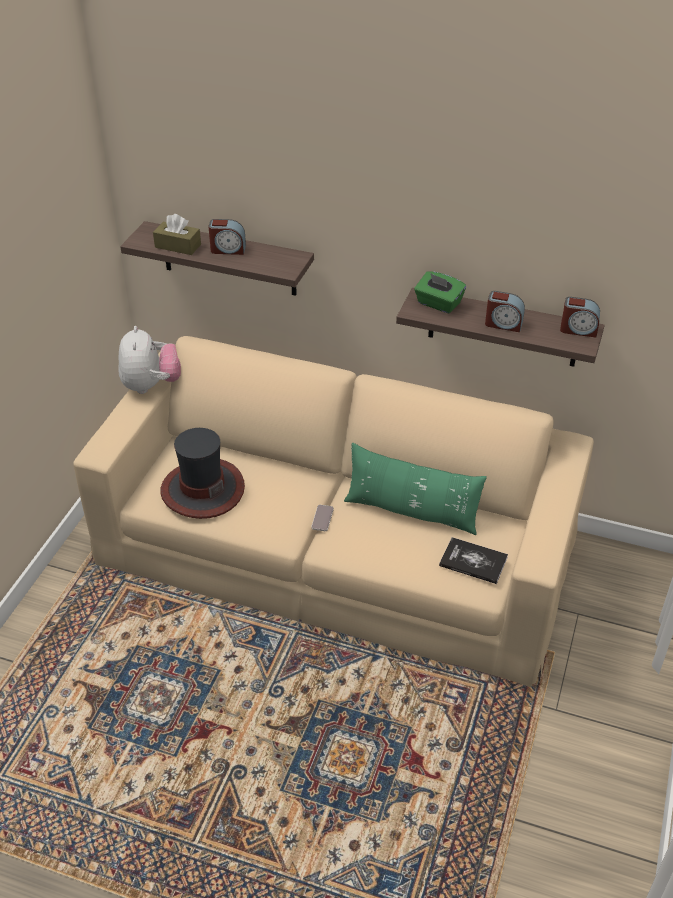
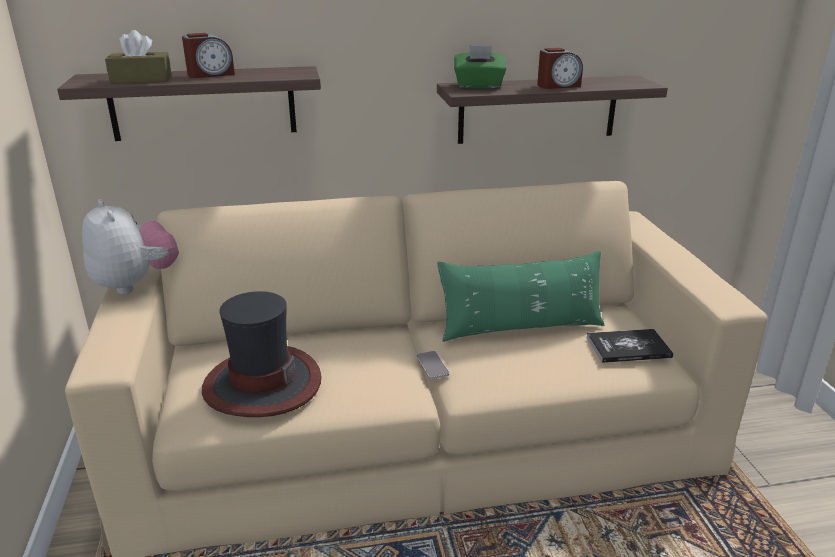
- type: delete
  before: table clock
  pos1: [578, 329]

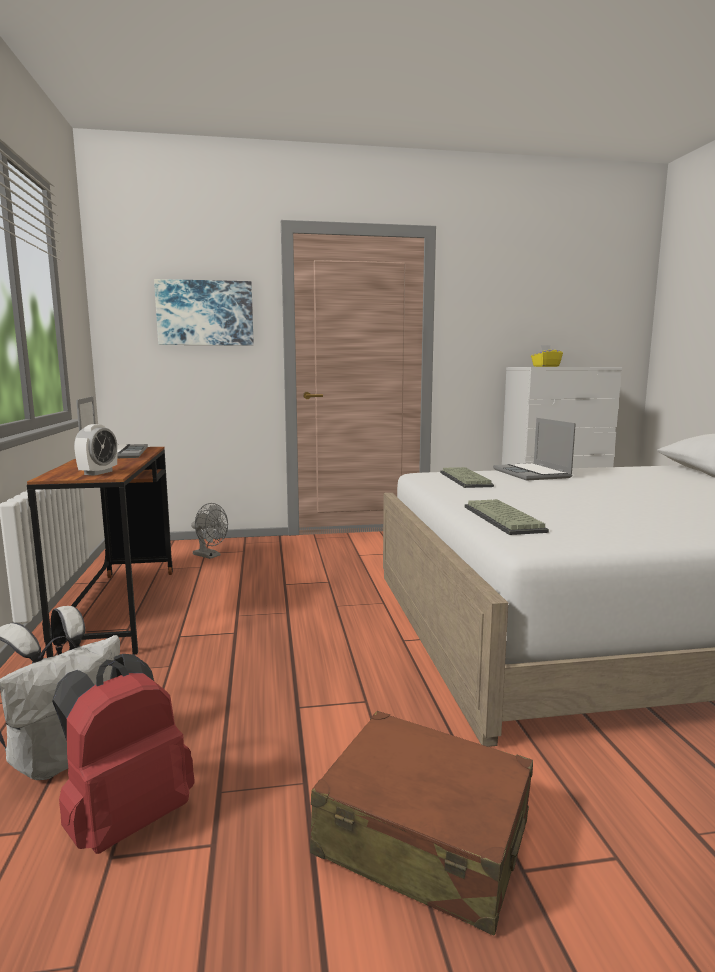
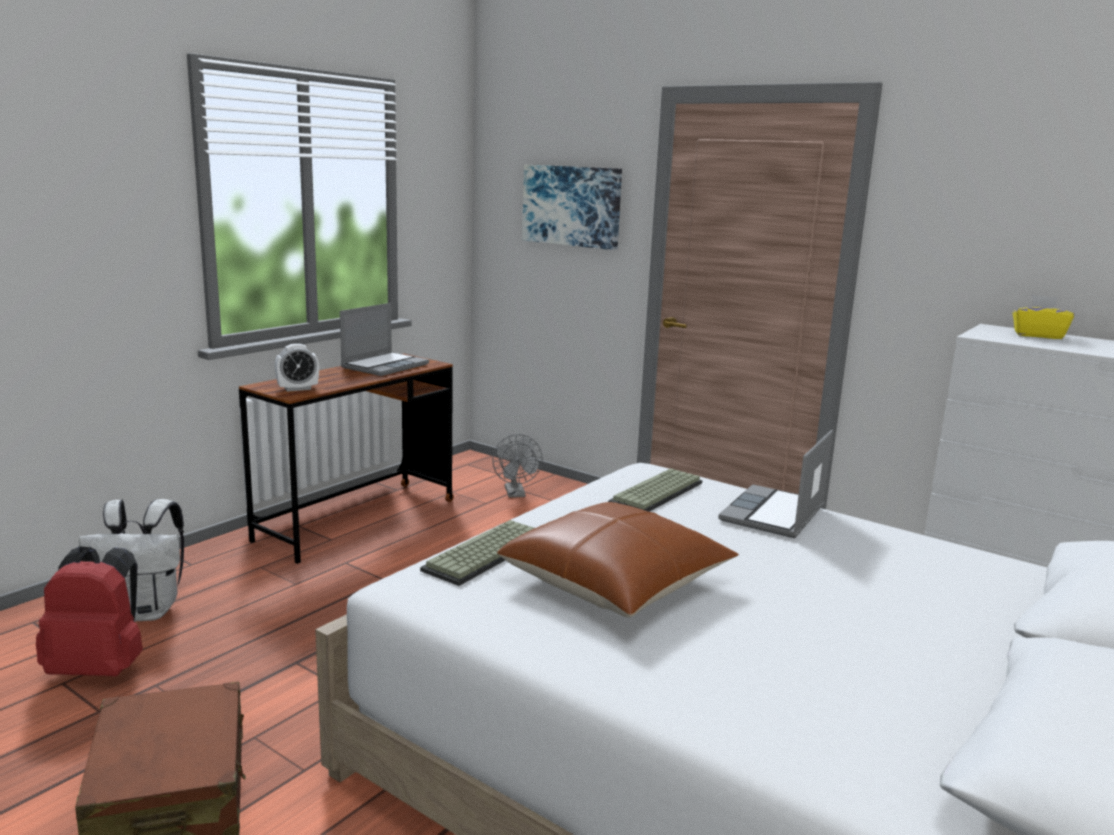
- type: insert
  after: brown pillow
  pos2: [616, 582]

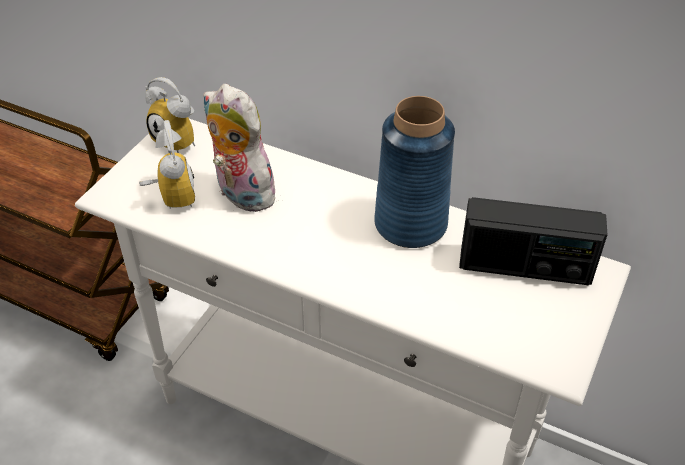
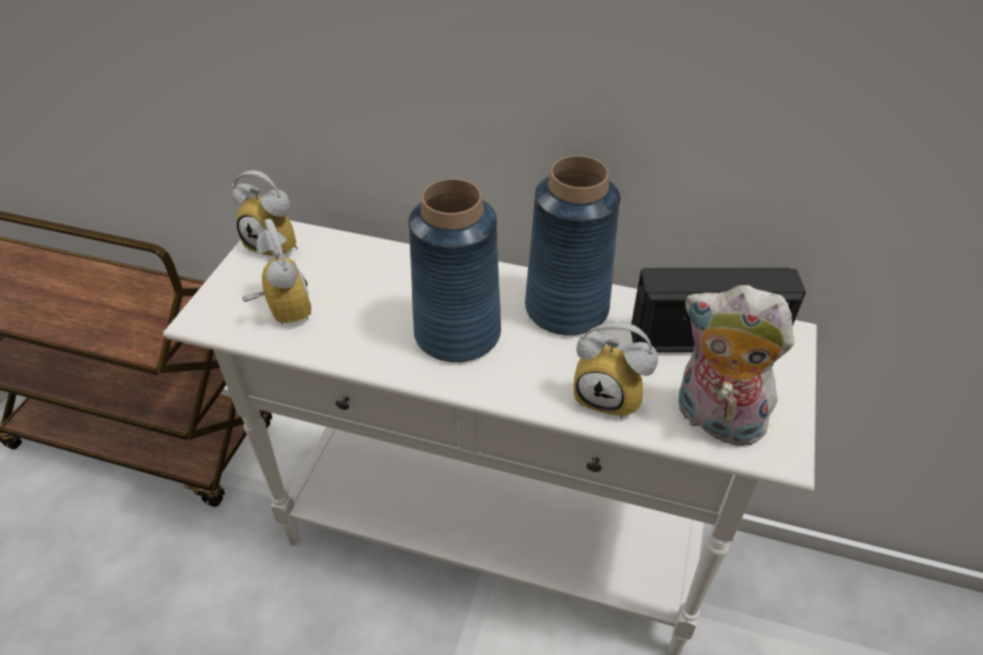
- type: insert
  after: blue flower vase
  pos2: [458, 333]
- type: insert
  after: table clock
  pos2: [611, 395]
- type: move
  before: soft toy
  pos1: [241, 194]
  pos2: [714, 420]

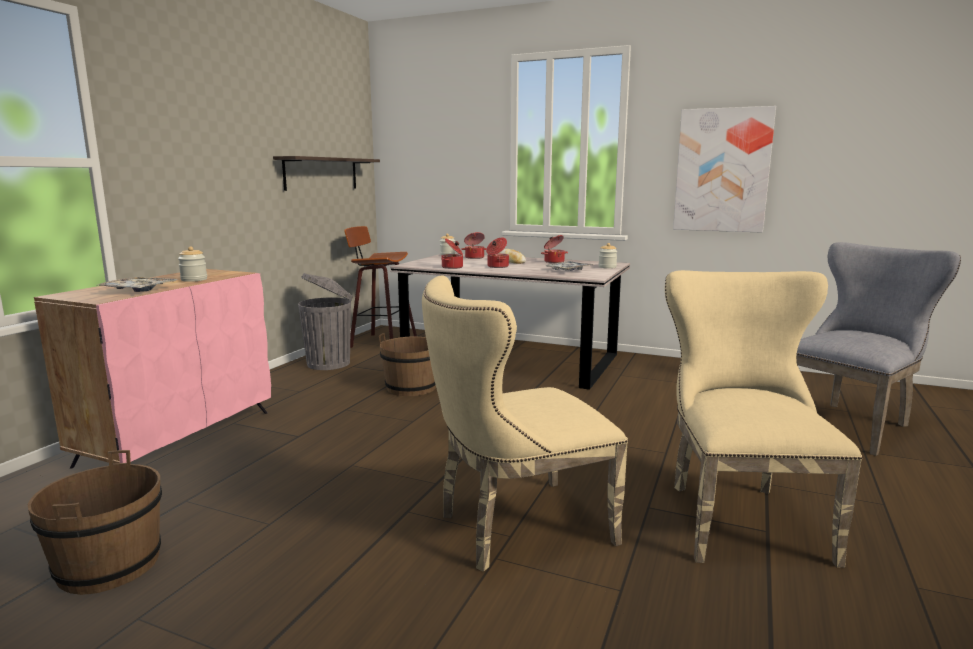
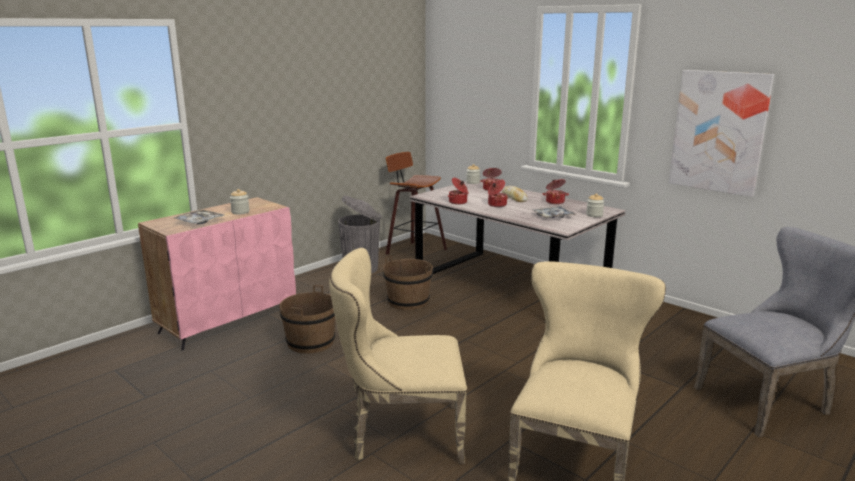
- type: move
  before: brown bucket
  pos1: [109, 565]
  pos2: [310, 342]
- type: delete
  before: bracket shelf
  pos1: [321, 173]

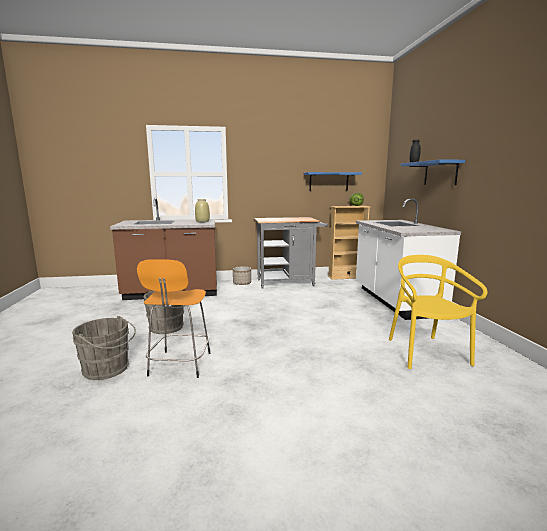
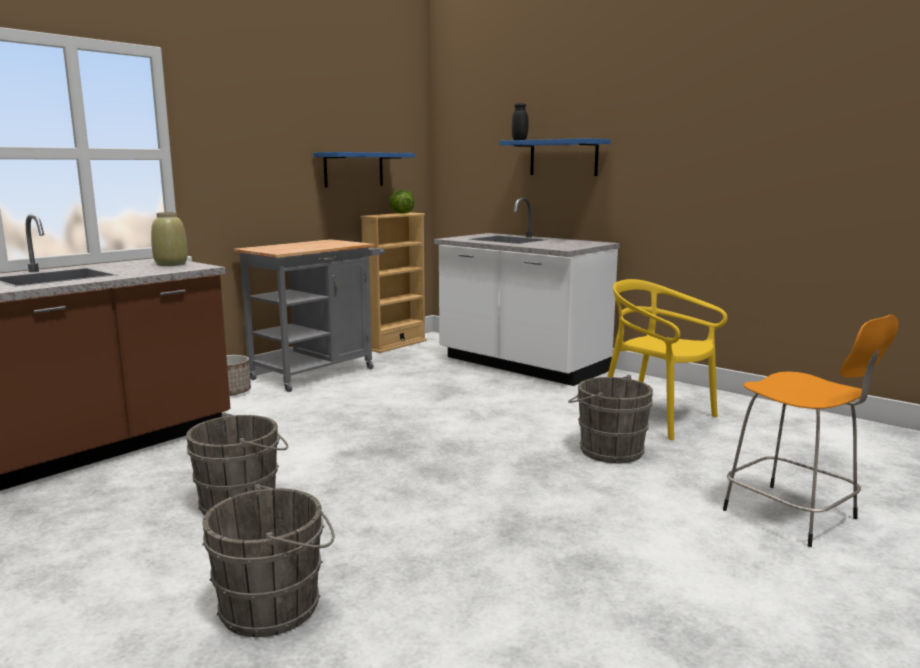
- type: insert
  after: greyish bucket
  pos2: [607, 450]
- type: move
  before: orangey stool
  pos1: [179, 365]
  pos2: [793, 516]

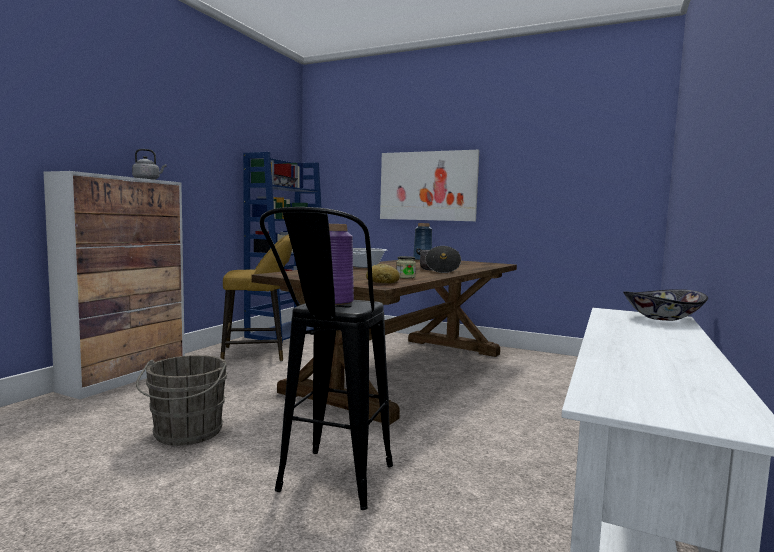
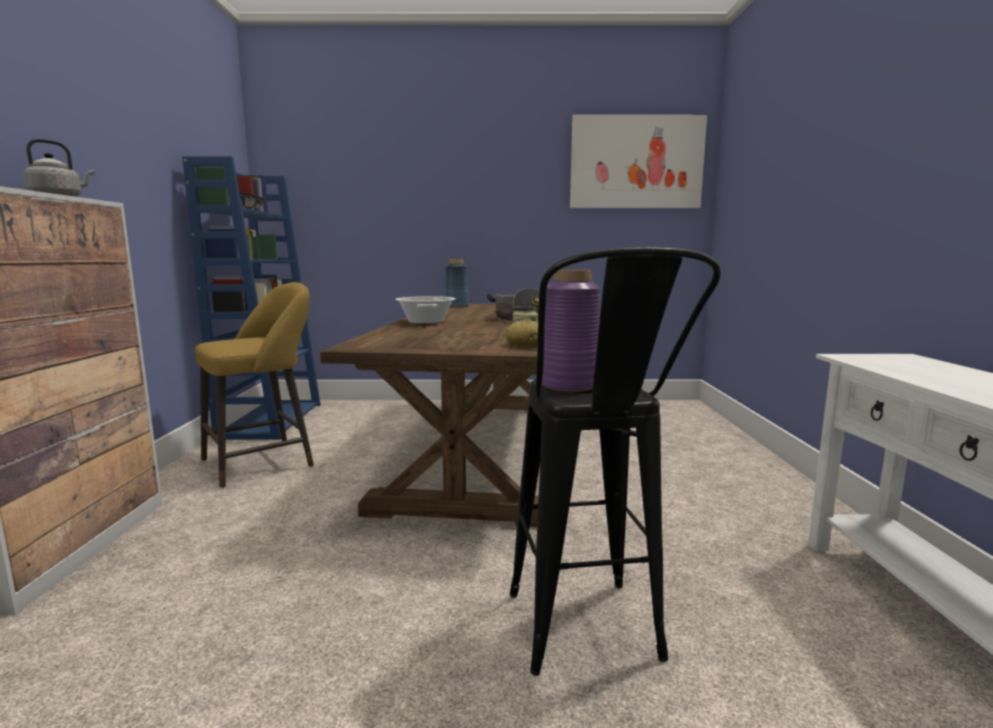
- type: move
  before: wall picture
  pos1: [428, 186]
  pos2: [636, 162]
- type: delete
  before: greyish bucket
  pos1: [186, 433]
- type: delete
  before: deep dish
  pos1: [663, 318]

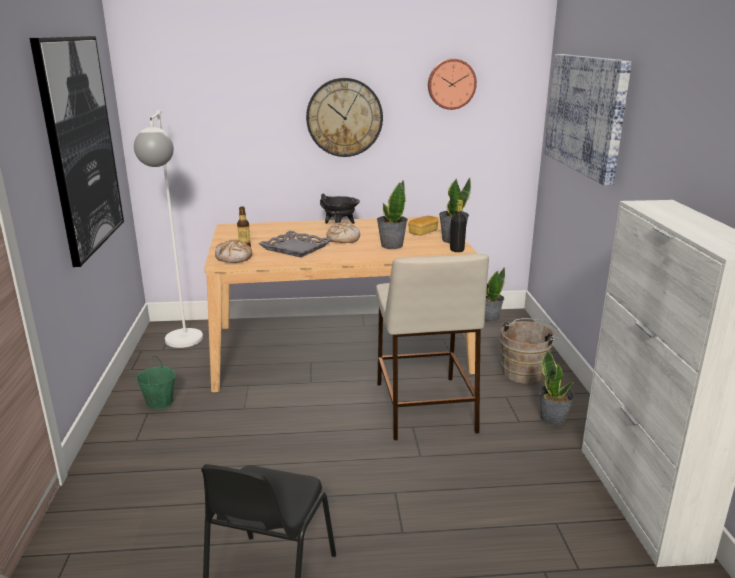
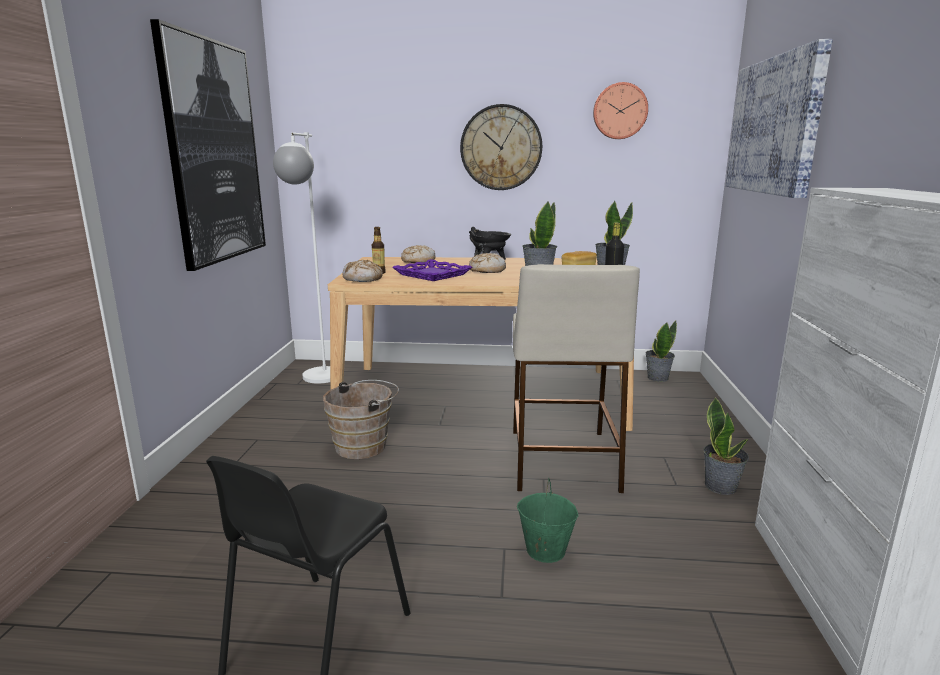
- type: move
  before: brown bucket
  pos1: [525, 372]
  pos2: [365, 446]
- type: recolor
  before: greyish serving tray
  after: purple-coloured serving tray
  pos1: [295, 248]
  pos2: [432, 275]
- type: insert
  after: bakery bread
  pos2: [418, 261]
- type: move
  before: green-coloured bucket
  pos1: [159, 402]
  pos2: [545, 550]

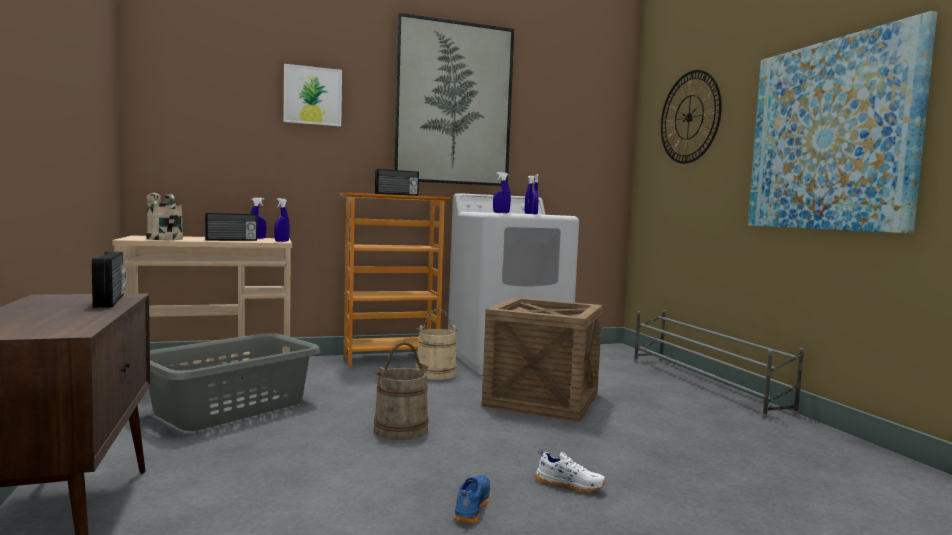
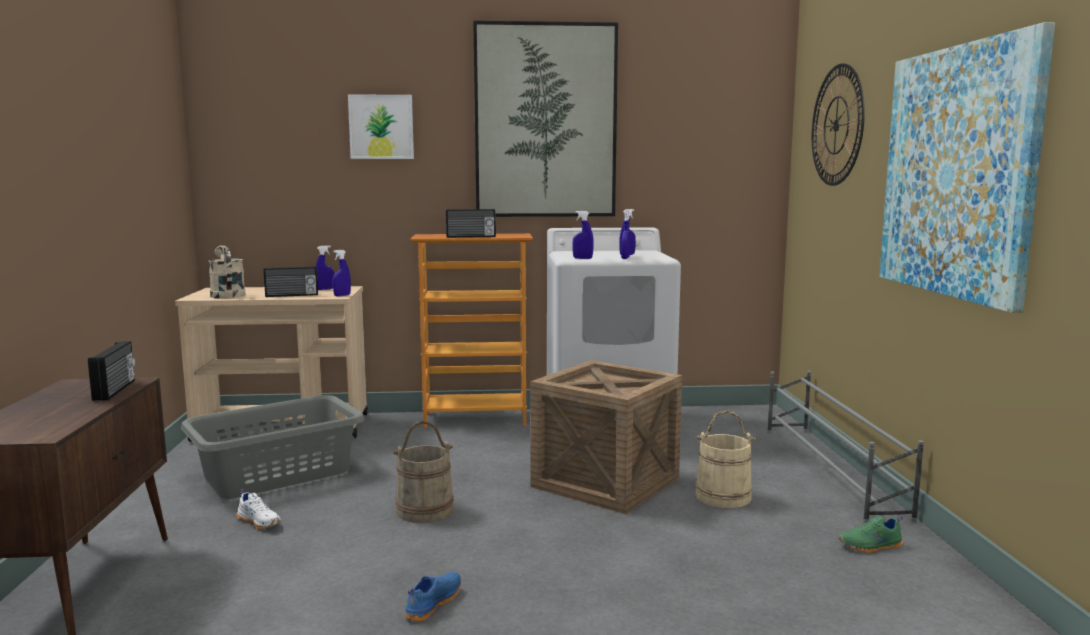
- type: move
  before: white-coloured shoe
  pos1: [570, 484]
  pos2: [260, 522]
- type: move
  before: beige-coloured bucket
  pos1: [436, 374]
  pos2: [723, 496]
- type: insert
  after: green-coloured shoe
  pos2: [871, 546]

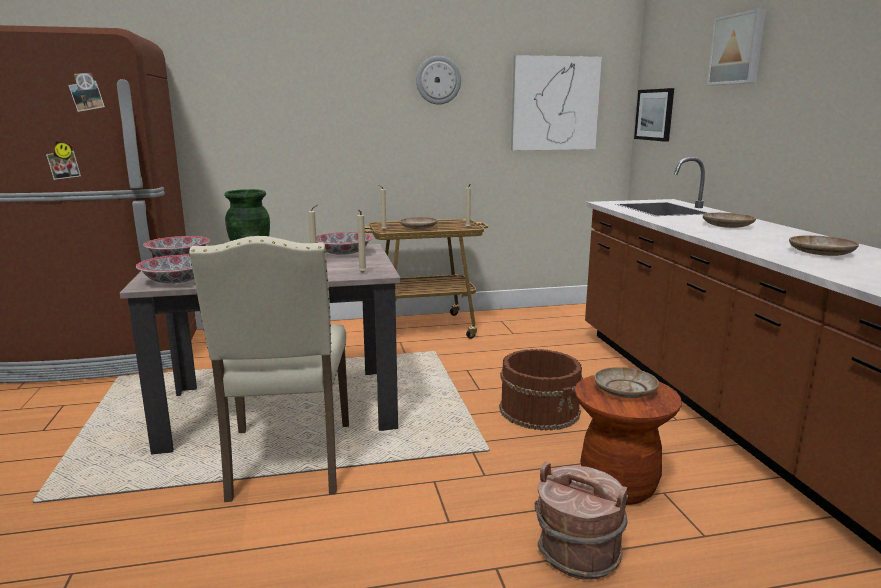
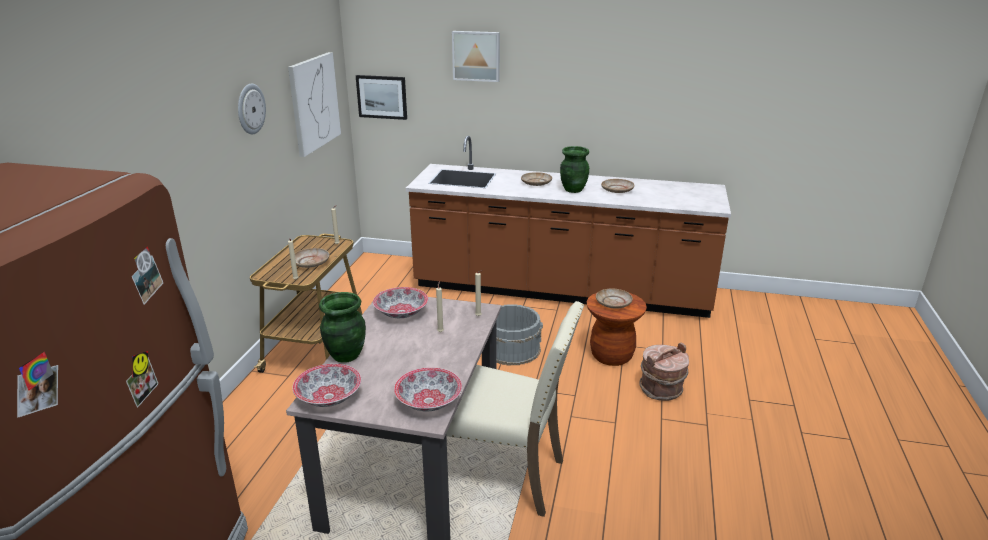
- type: recolor
  before: brown bucket
  after: greyish bucket
  pos1: [540, 410]
  pos2: [511, 349]
- type: insert
  after: green-coloured flower vase
  pos2: [573, 190]

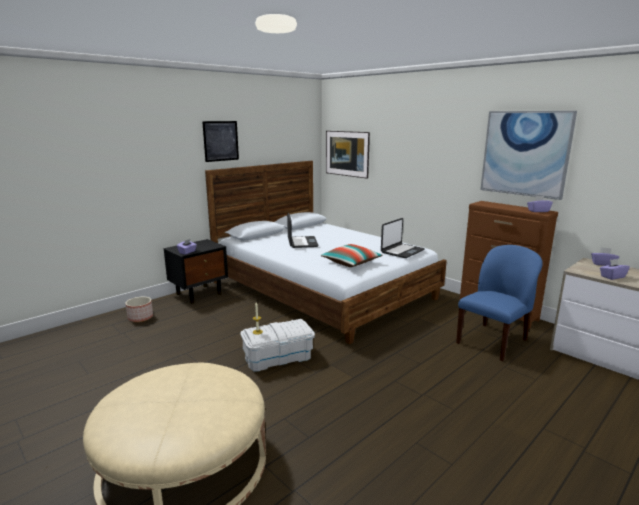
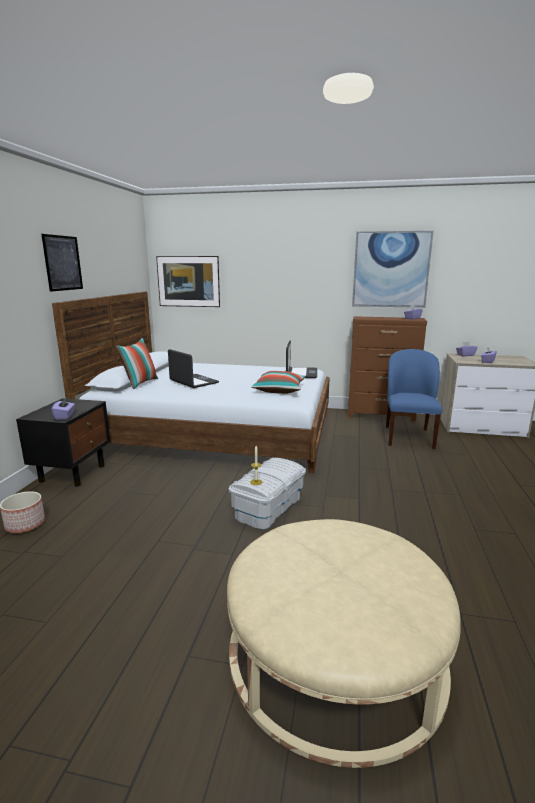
- type: insert
  after: pillow
  pos2: [140, 383]

